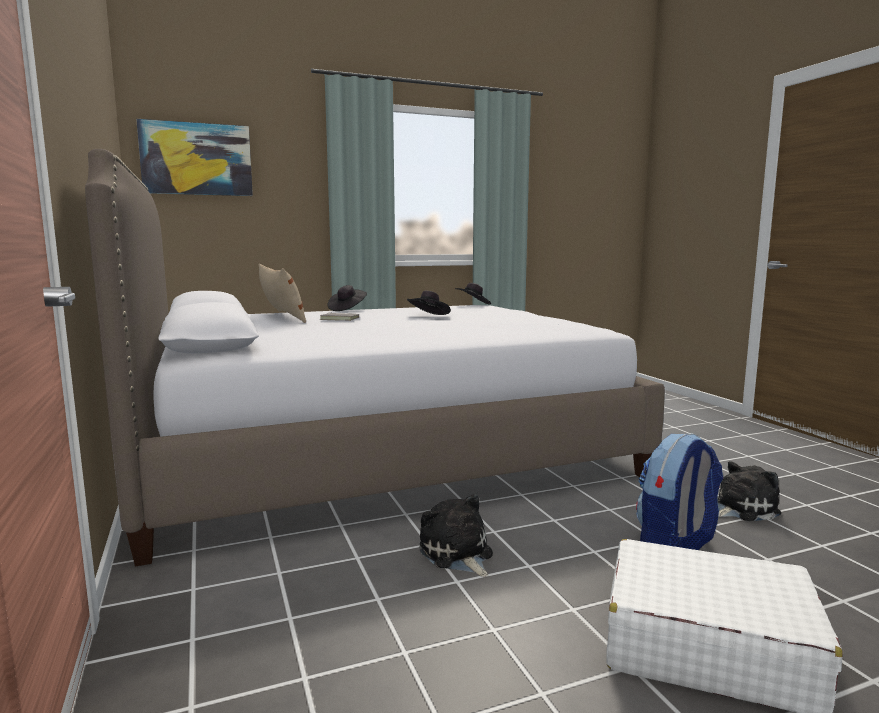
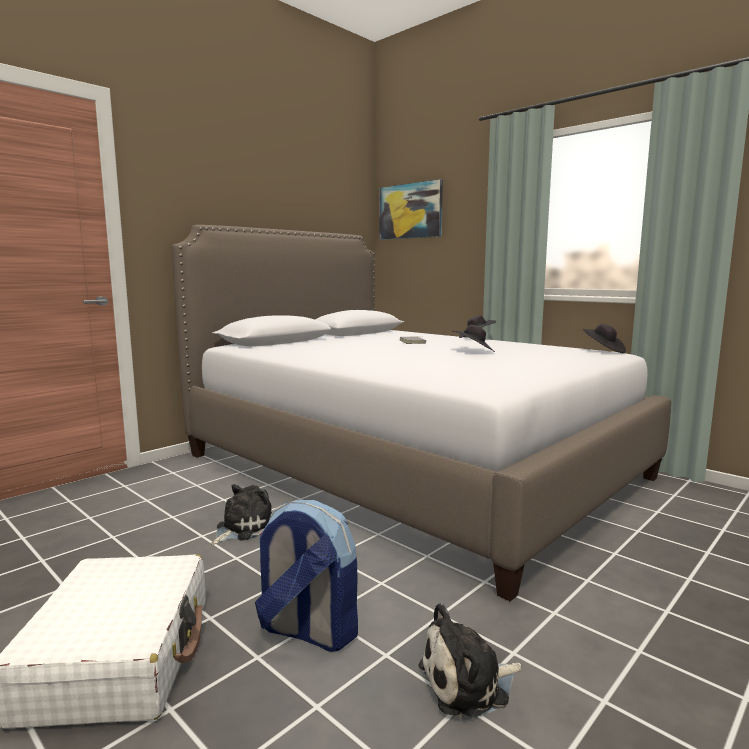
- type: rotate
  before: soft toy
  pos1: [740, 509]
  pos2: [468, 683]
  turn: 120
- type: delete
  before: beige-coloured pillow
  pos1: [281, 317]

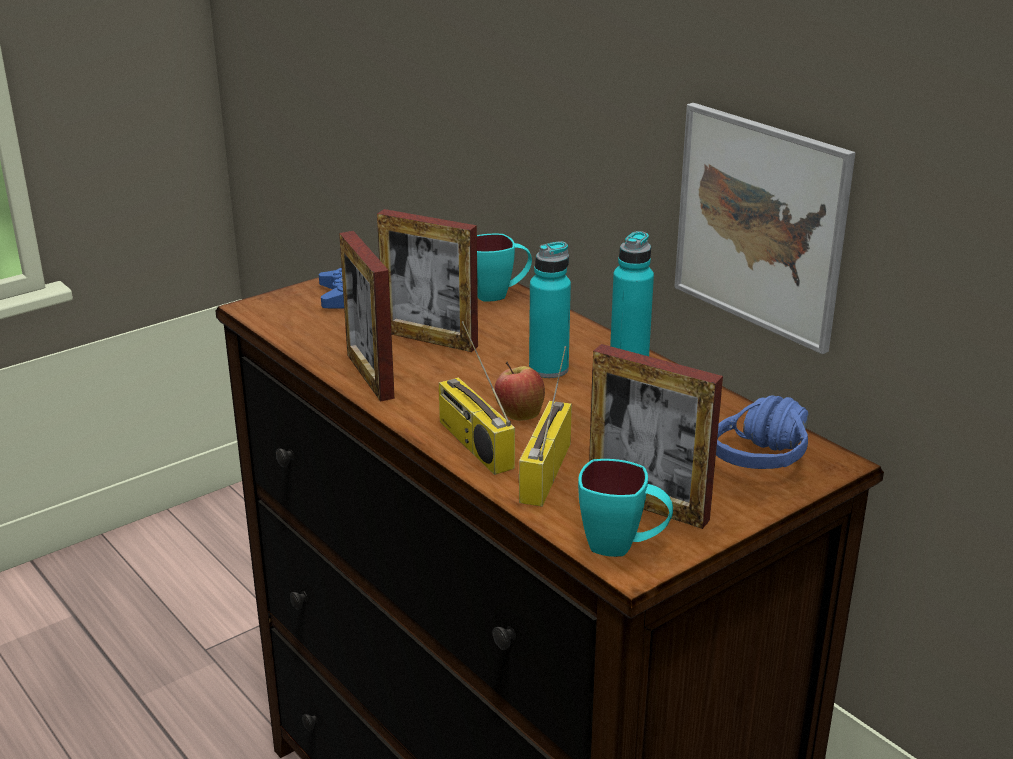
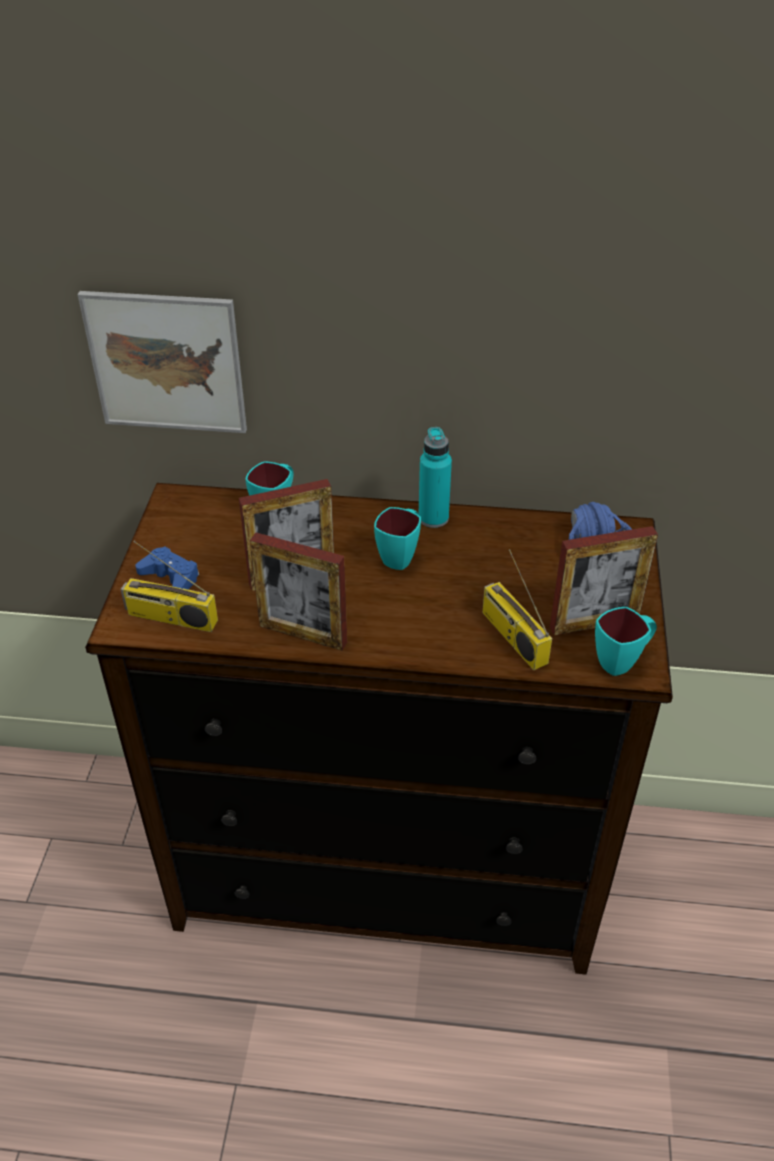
- type: move
  before: wall picture
  pos1: [760, 225]
  pos2: [166, 362]
- type: move
  before: radio
  pos1: [473, 444]
  pos2: [170, 618]
- type: replace
  before: turquoise bottle
  after: turquoise tea mug
  pos1: [548, 369]
  pos2: [401, 556]
- type: delete
  before: apple
  pos1: [519, 414]

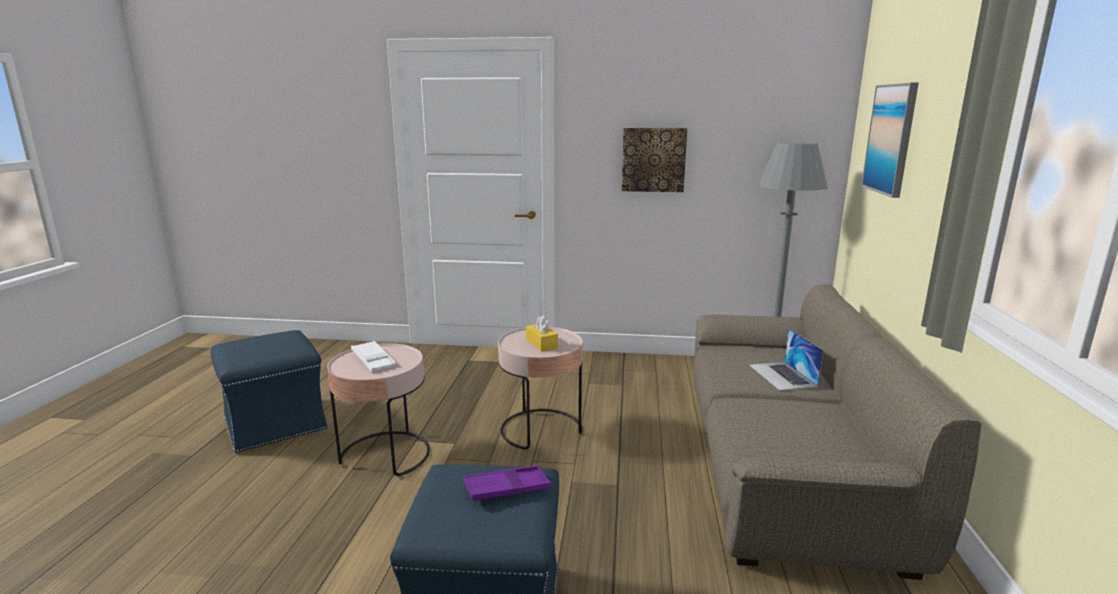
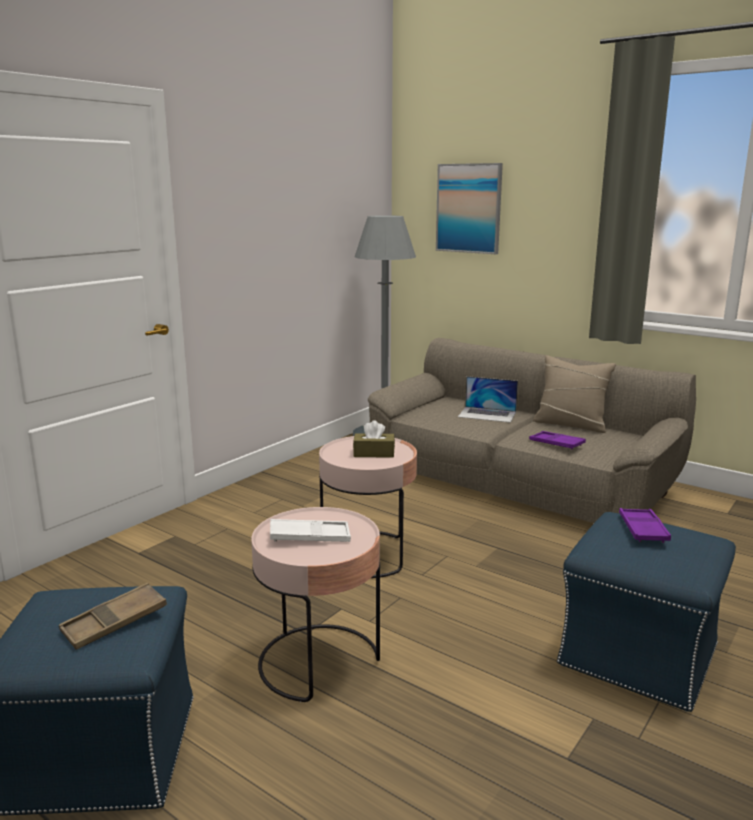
- type: insert
  after: brown serving tray
  pos2: [115, 622]
- type: recolor
  before: yellow tissue holder
  after: brown tissue holder
  pos1: [541, 344]
  pos2: [374, 453]
- type: insert
  after: purple-coloured serving tray
  pos2: [556, 443]
- type: insert
  after: beige-coloured pillow
  pos2: [570, 424]
- type: delete
  before: wall picture
  pos1: [653, 159]

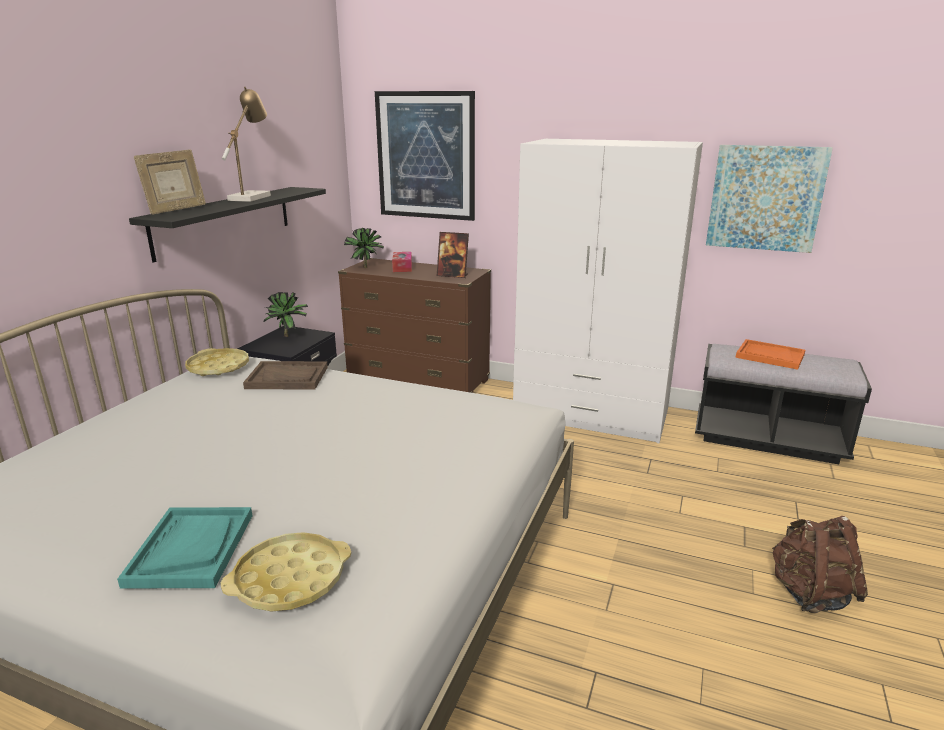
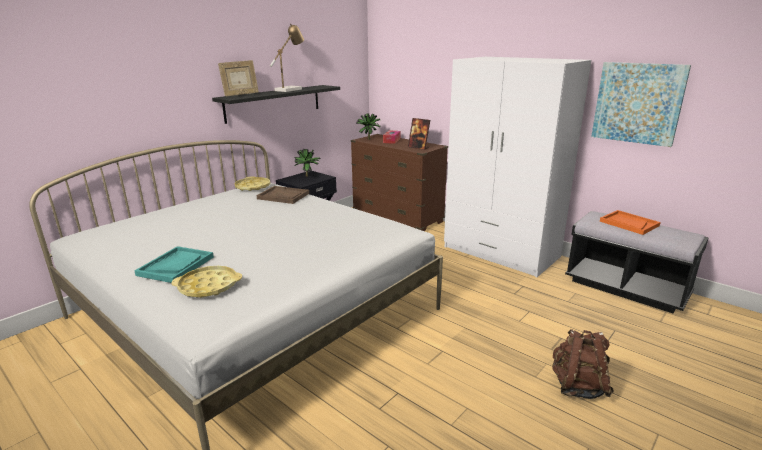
- type: delete
  before: wall picture
  pos1: [425, 156]

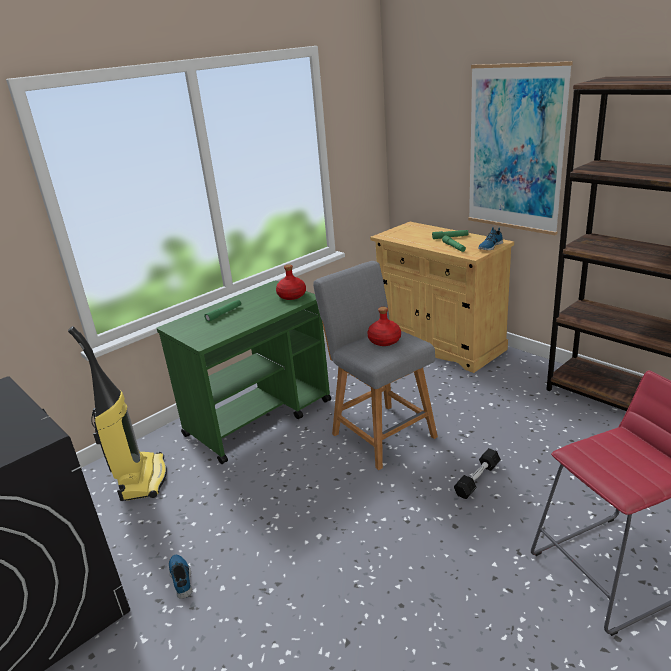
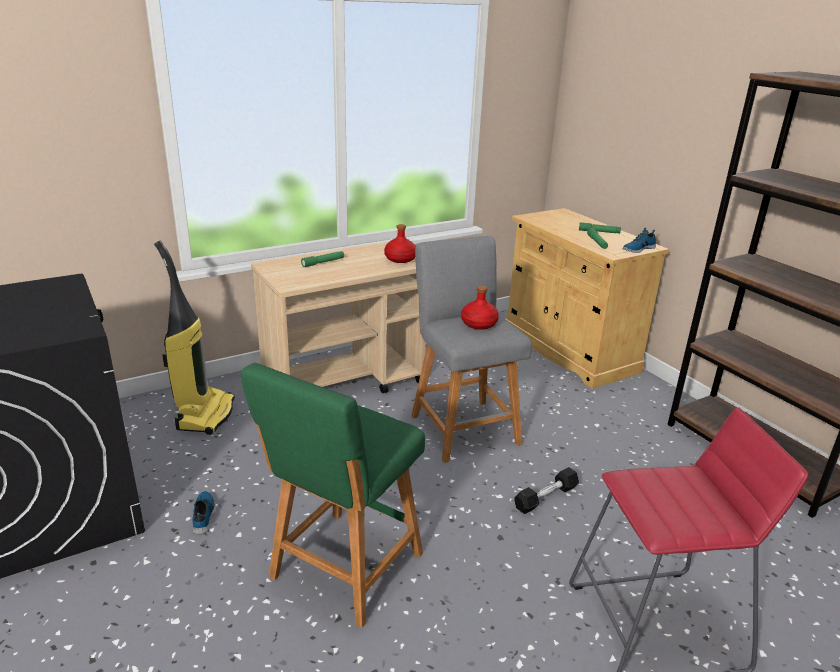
- type: insert
  after: green-coloured stool
  pos2: [343, 570]
- type: recolor
  before: green-coloured trolley
  after: beige-coloured trolley
  pos1: [260, 417]
  pos2: [344, 383]
- type: delete
  before: wall picture
  pos1: [515, 149]

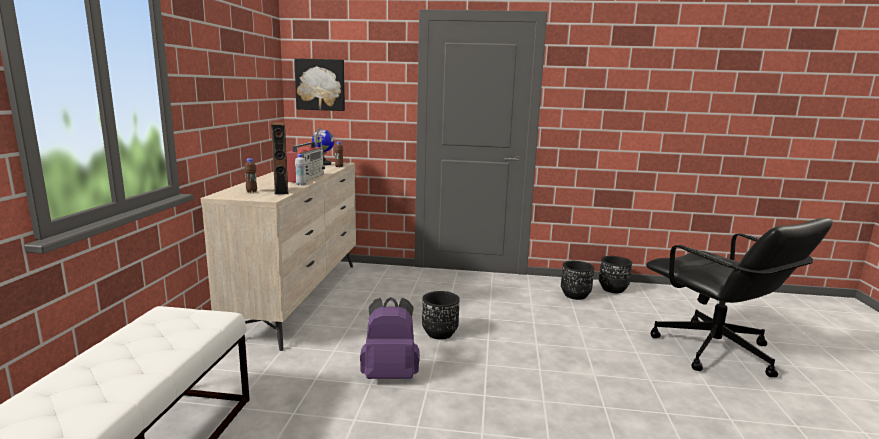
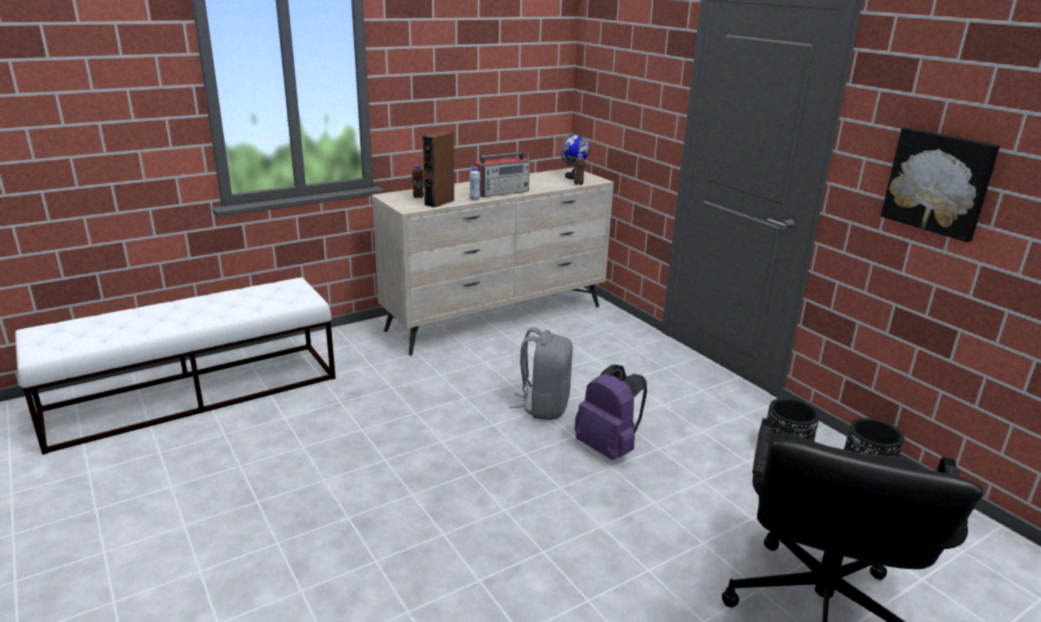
- type: replace
  before: blackish flower pot
  after: greyish backpack
  pos1: [439, 333]
  pos2: [544, 406]
- type: move
  before: purple-coloured backpack
  pos1: [390, 374]
  pos2: [608, 448]
- type: move
  before: wall picture
  pos1: [320, 84]
  pos2: [939, 182]

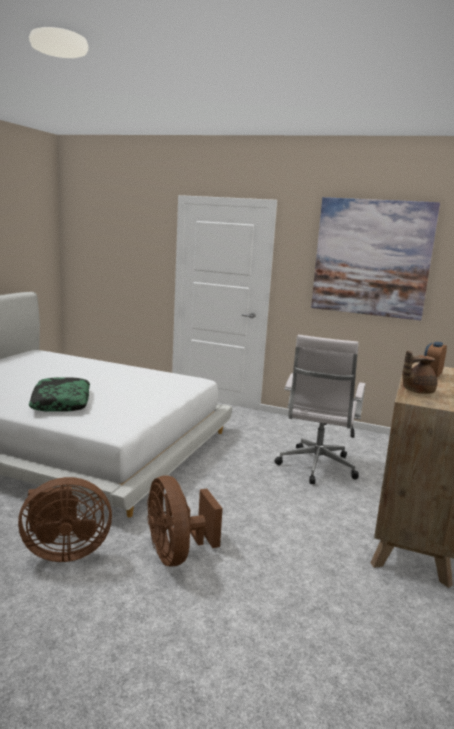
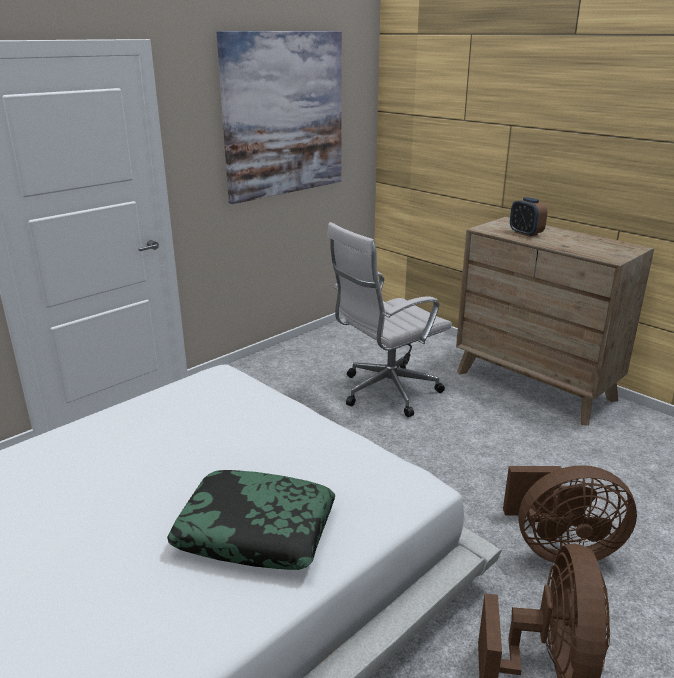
- type: rotate
  before: white-coloured computer chair
  pos1: [316, 468]
  pos2: [385, 392]
  turn: 105
- type: delete
  before: brown pot for tea
  pos1: [416, 391]

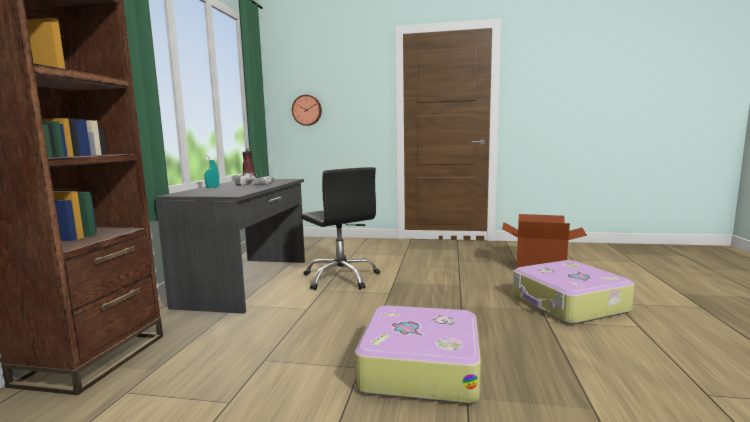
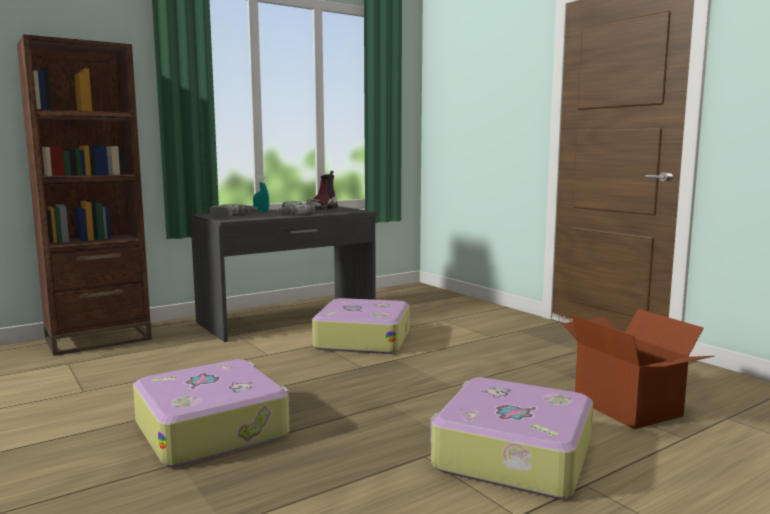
- type: insert
  after: power drill
  pos2: [233, 215]
- type: replace
  before: blackish computer chair
  after: travel case
  pos1: [341, 278]
  pos2: [362, 339]
- type: delete
  before: hanging clock
  pos1: [307, 110]

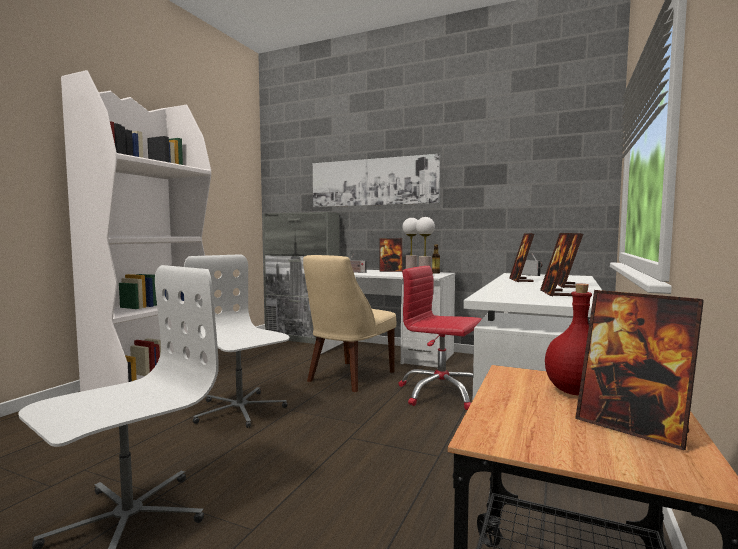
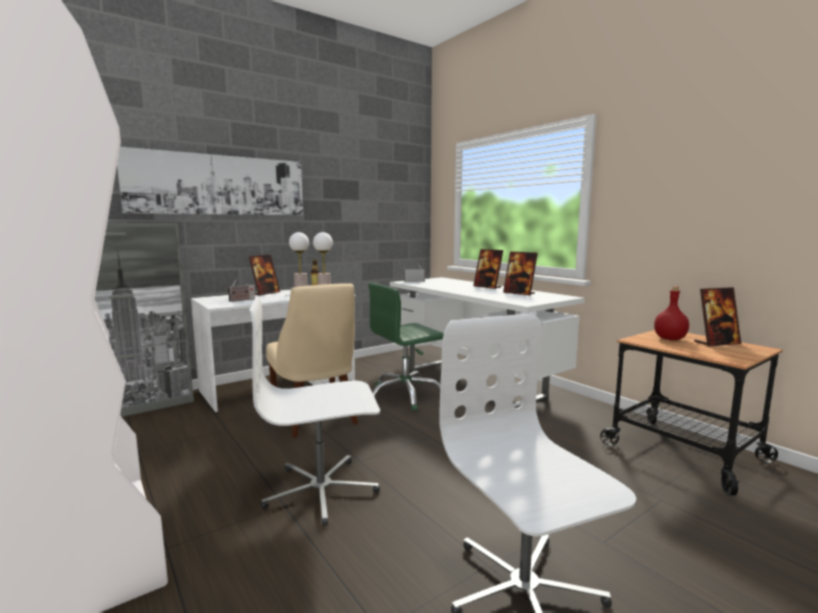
- type: recolor
  before: red computer chair
  after: green-coloured computer chair
  pos1: [440, 393]
  pos2: [405, 395]
- type: delete
  before: standing frame
  pos1: [521, 280]

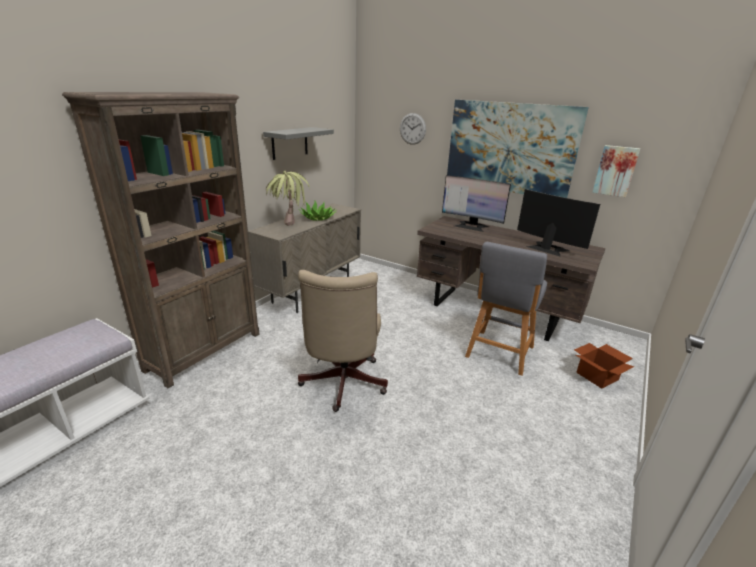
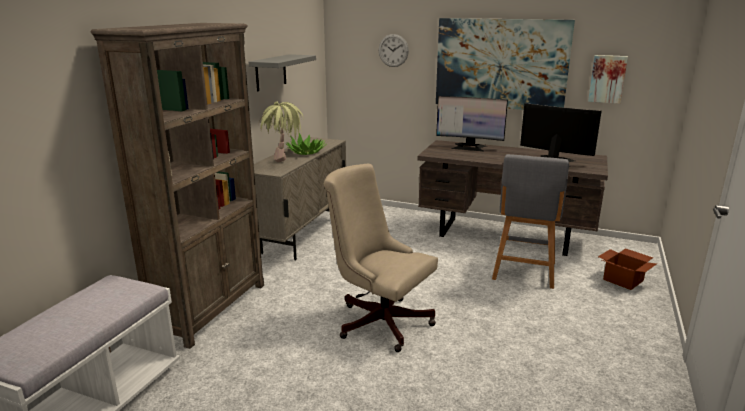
- type: rotate
  before: beige-coloured computer chair
  pos1: [342, 385]
  pos2: [379, 320]
  turn: 135

